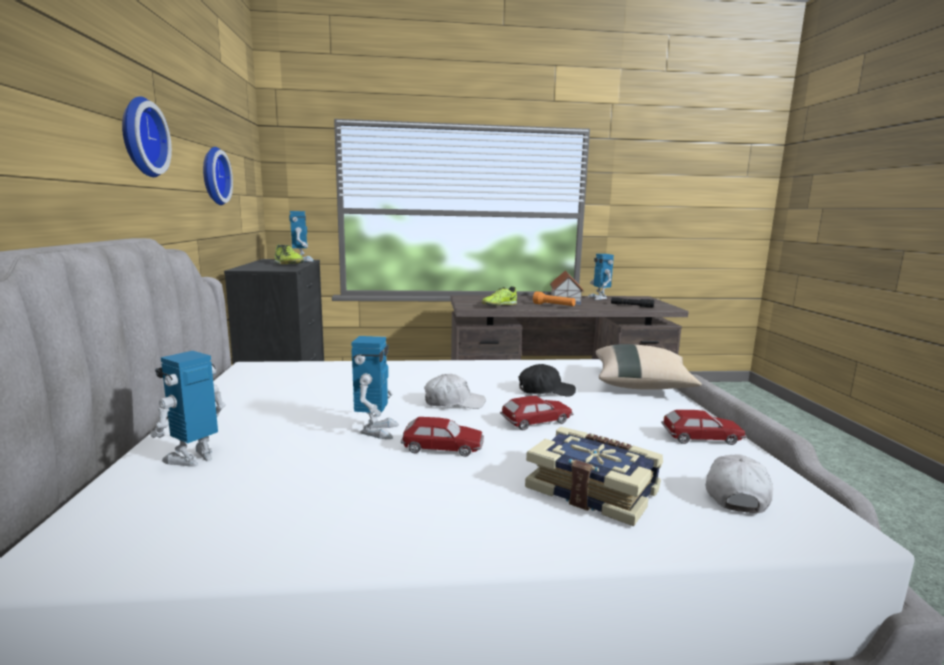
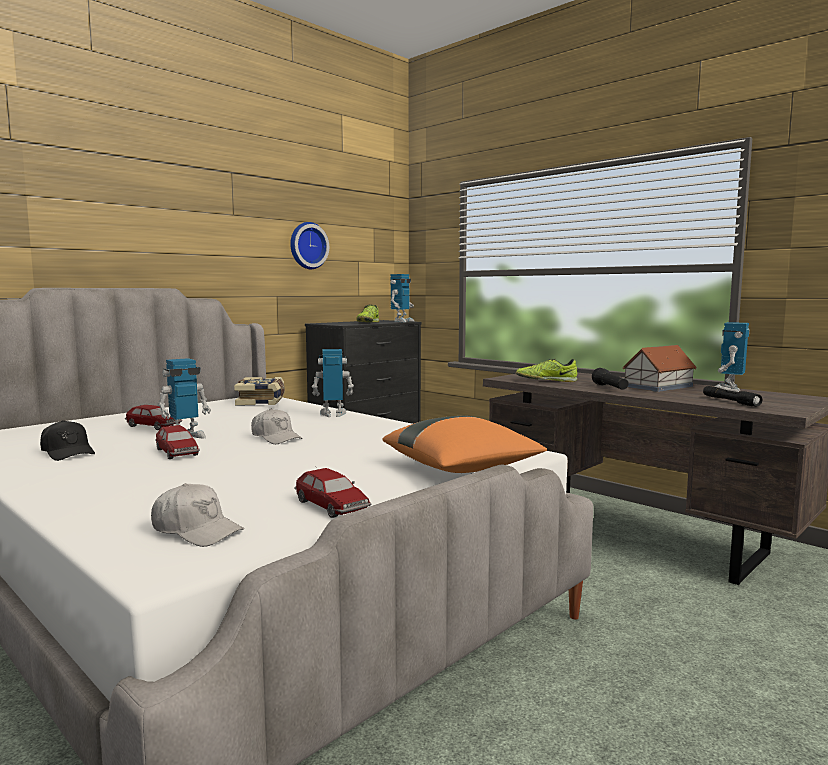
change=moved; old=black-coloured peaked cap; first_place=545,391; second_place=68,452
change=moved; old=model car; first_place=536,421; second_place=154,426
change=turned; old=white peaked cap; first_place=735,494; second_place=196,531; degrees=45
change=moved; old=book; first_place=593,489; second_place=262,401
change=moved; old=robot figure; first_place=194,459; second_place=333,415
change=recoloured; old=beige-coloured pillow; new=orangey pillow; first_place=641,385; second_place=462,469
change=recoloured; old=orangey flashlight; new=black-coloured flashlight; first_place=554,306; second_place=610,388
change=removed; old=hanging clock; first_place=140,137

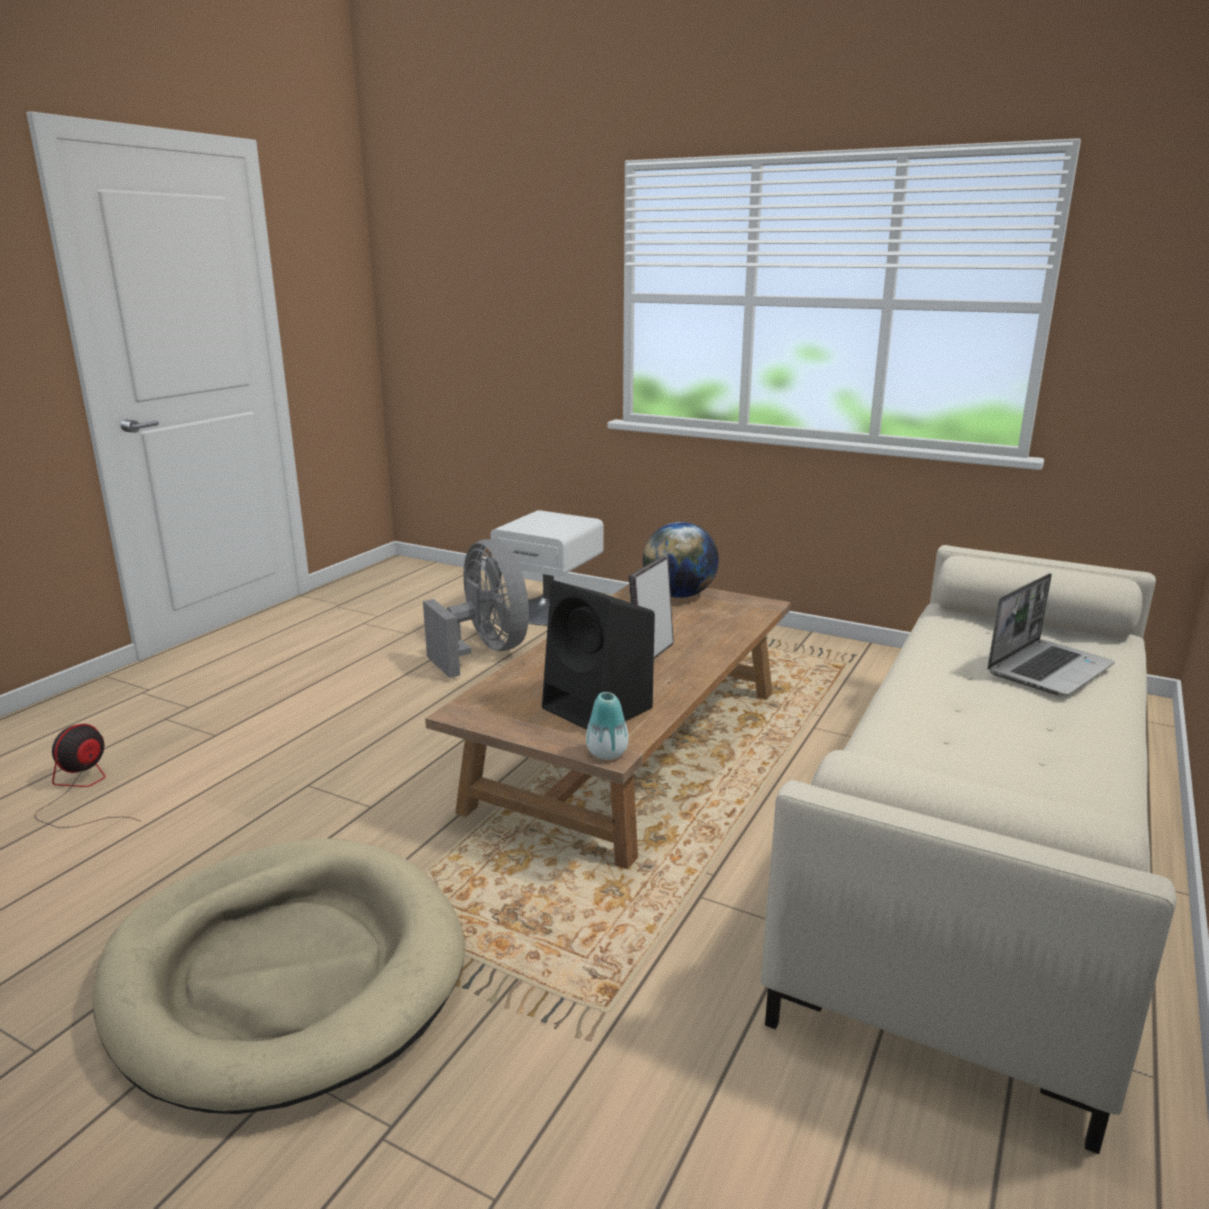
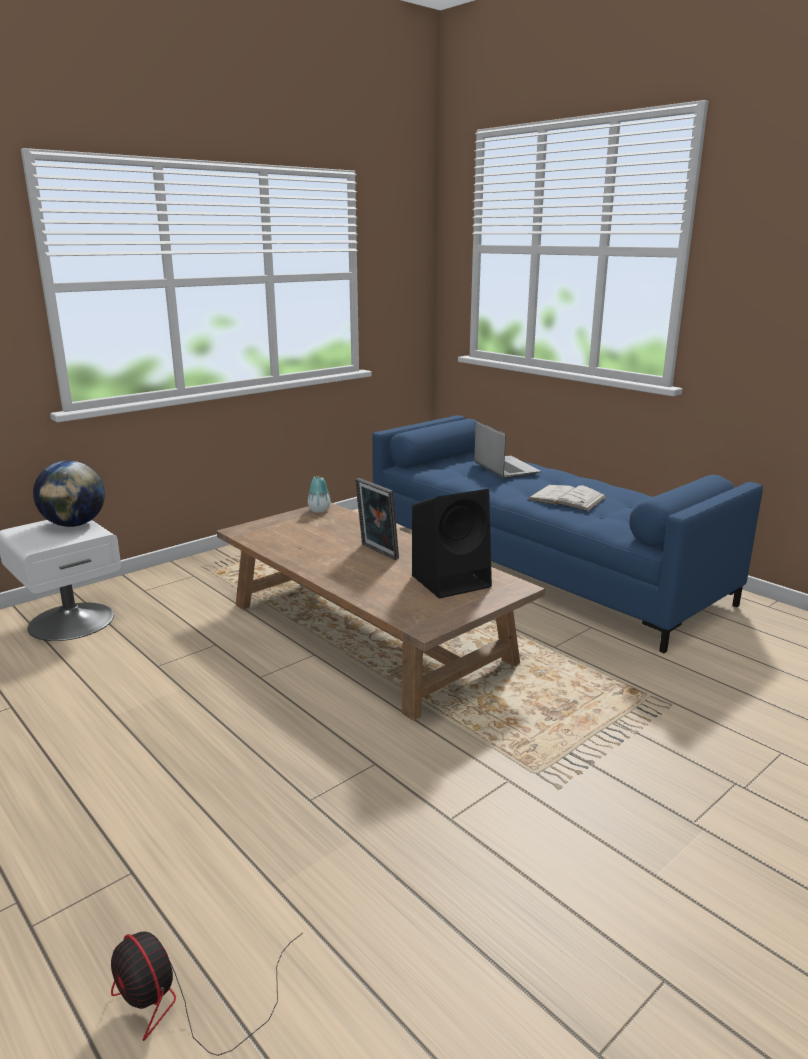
change=moved; old=globe; first_place=679,595; second_place=74,524
change=moved; old=decorative vase; first_place=607,753; second_place=319,510
change=recoloured; old=beige-coloured couch; new=blue couch; first_place=982,846; second_place=539,565
change=added; new=white book; second_place=567,498
change=removed; old=beige-coloured pet bed; first_place=286,973
change=removed; old=grey fan; first_place=485,651

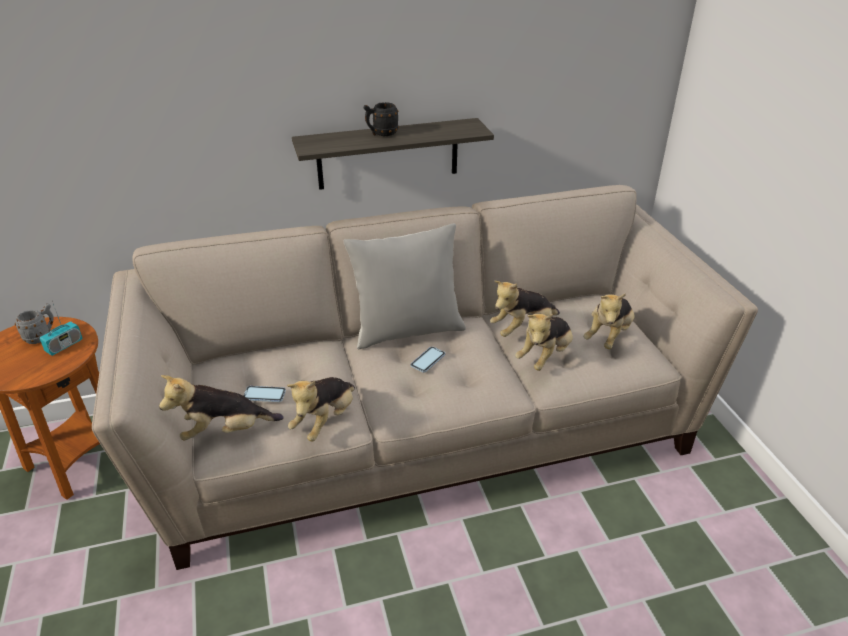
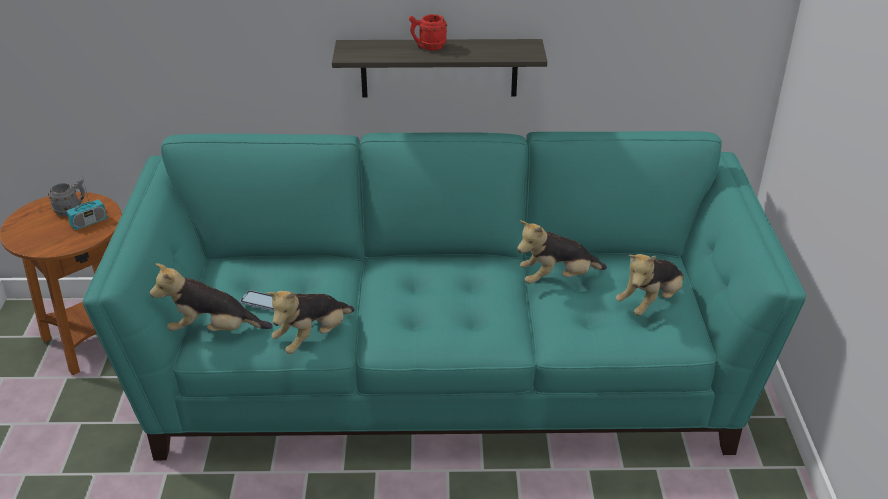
change=recoloured; old=beige-coloured couch; new=turquoise couch; first_place=424,427; second_place=445,371
change=recoloured; old=black-coloured mug; new=reddish mug; first_place=381,134; second_place=428,47
change=removed; old=grey pillow; first_place=407,330
change=removed; old=telephone; first_place=428,360
change=removed; old=cuddly toy; first_place=545,356

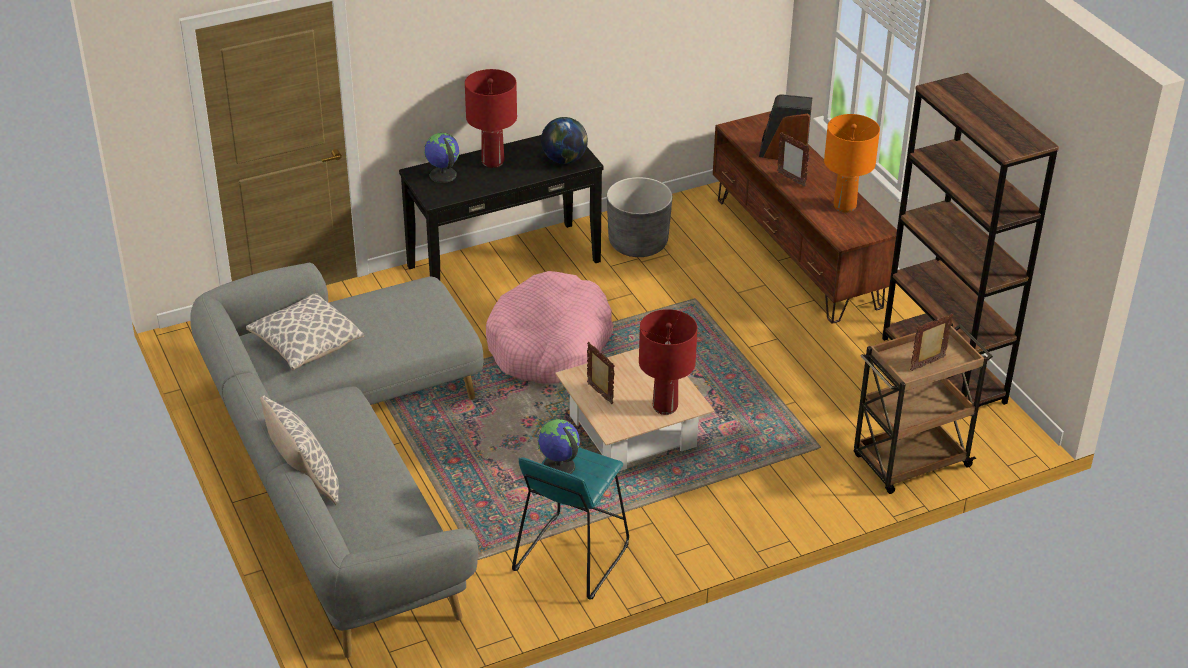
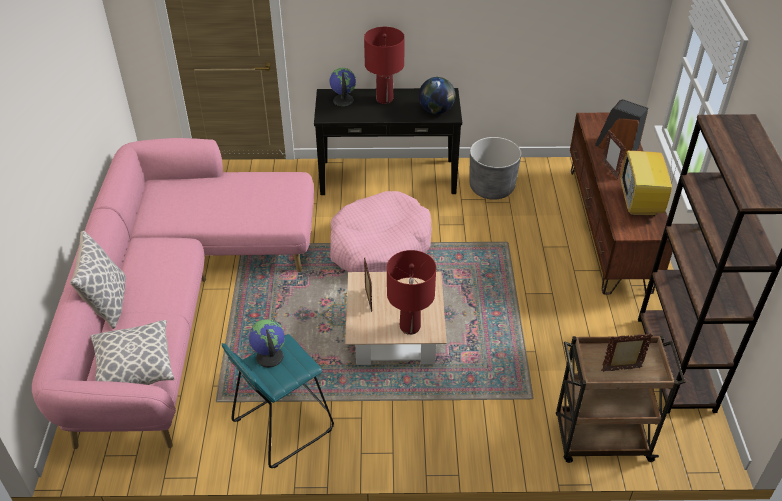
change=recoloured; old=grey couch; new=pink-coloured couch; first_place=346,470; second_place=179,298
change=moved; old=pillow; first_place=306,345; second_place=135,367
change=replaced; old=orangey tabletop lamp; new=TV set; first_place=845,206; second_place=641,203

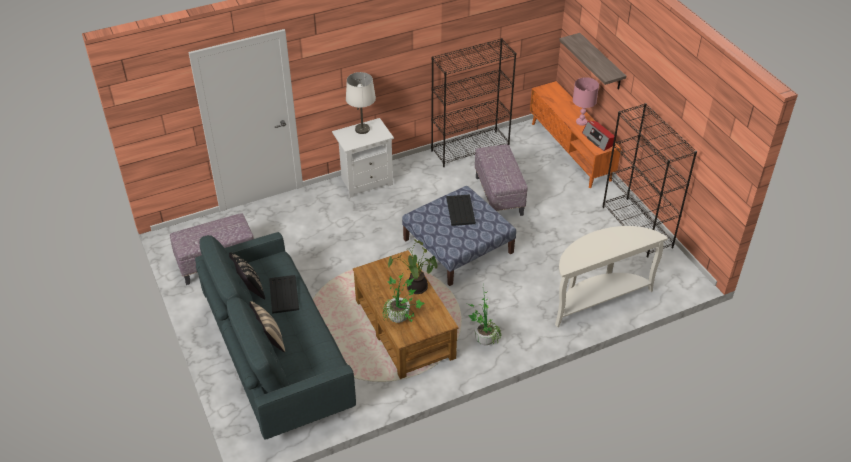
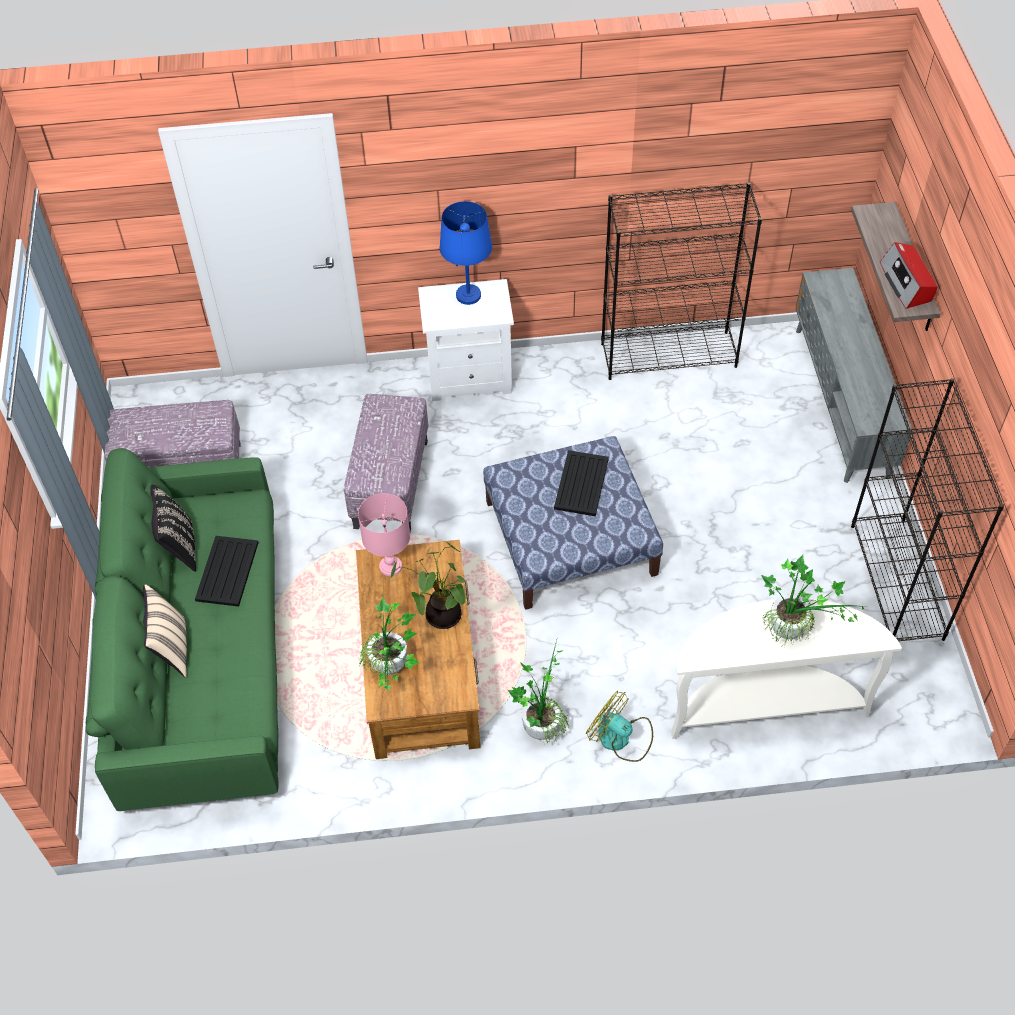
change=recoloured; old=grey couch; new=green-coloured couch; first_place=276,356; second_place=205,660
change=moved; old=ottoman; first_place=499,196; second_place=392,484
change=moved; old=pink-coloured tabletop lamp; first_place=581,122; second_place=390,567
change=recoloured; old=white tabletop lamp; new=blue tabletop lamp; first_place=362,129; second_place=468,295
change=added; new=fan; second_place=621,738
change=added; new=potted plant; second_place=795,629
change=recoloured; old=orangey tv stand; new=grey tv stand; first_place=571,151; second_place=842,401
change=moved; old=radio set; first_place=598,139; second_place=906,283

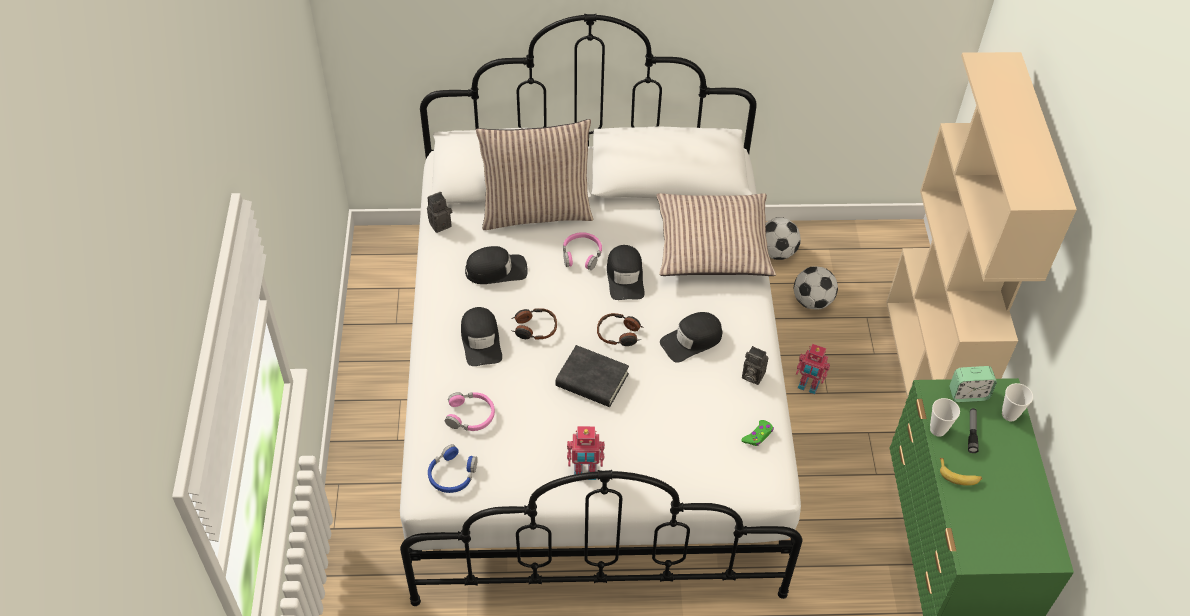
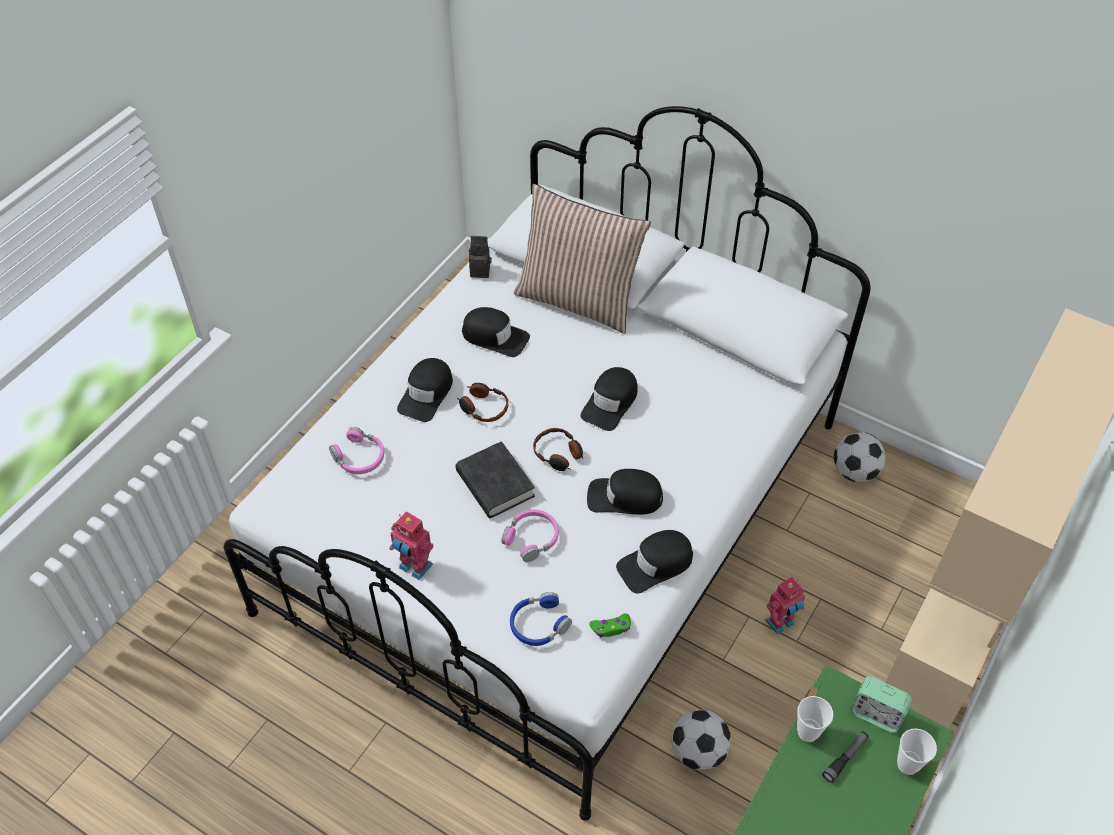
change=moved; old=pink-coloured headset; first_place=581,255; second_place=531,538
change=moved; old=blue headset; first_place=452,474; second_place=538,624
change=replaced; old=photo camera; new=black-coloured peaked cap; first_place=751,375; second_place=655,564
change=moved; old=football ball; first_place=812,301; second_place=698,751
change=turned; old=robot figure; first_place=808,386; second_place=781,623; degrees=-90
change=removed; old=pillow; first_place=712,245
change=removed; old=whole banana; first_place=959,475

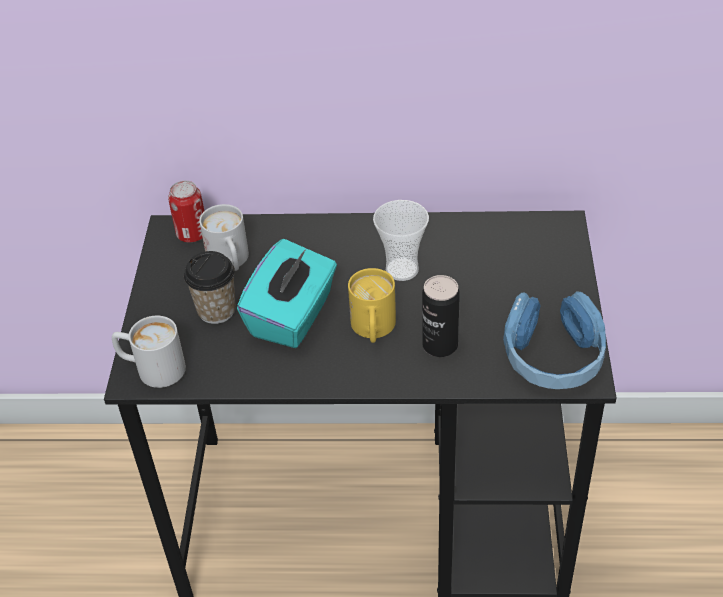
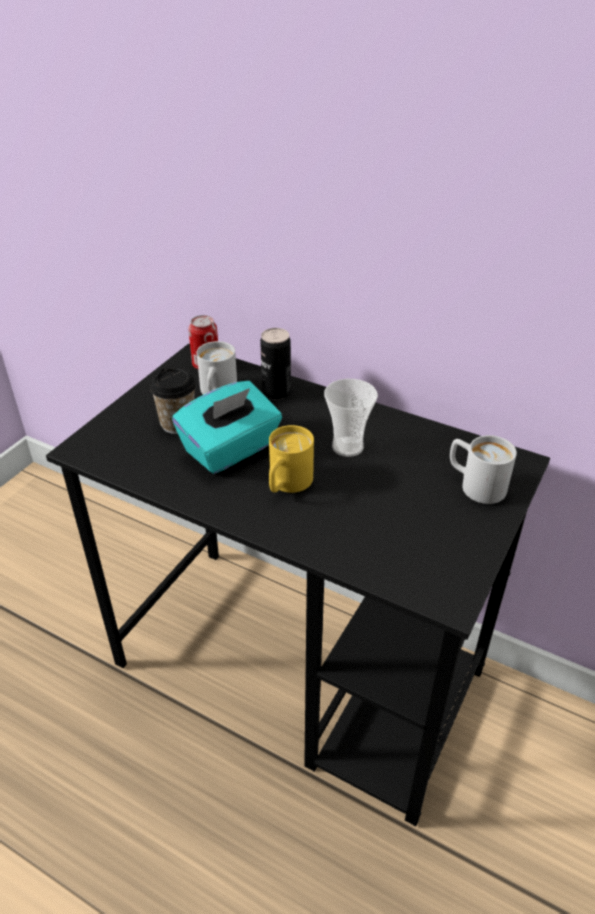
change=moved; old=metal can; first_place=440,345; second_place=276,392
change=moved; old=white mug; first_place=151,368; second_place=474,484
change=removed; old=blue headset; first_place=552,356

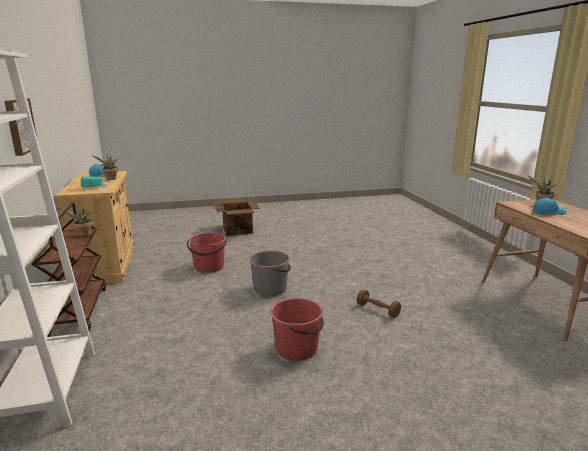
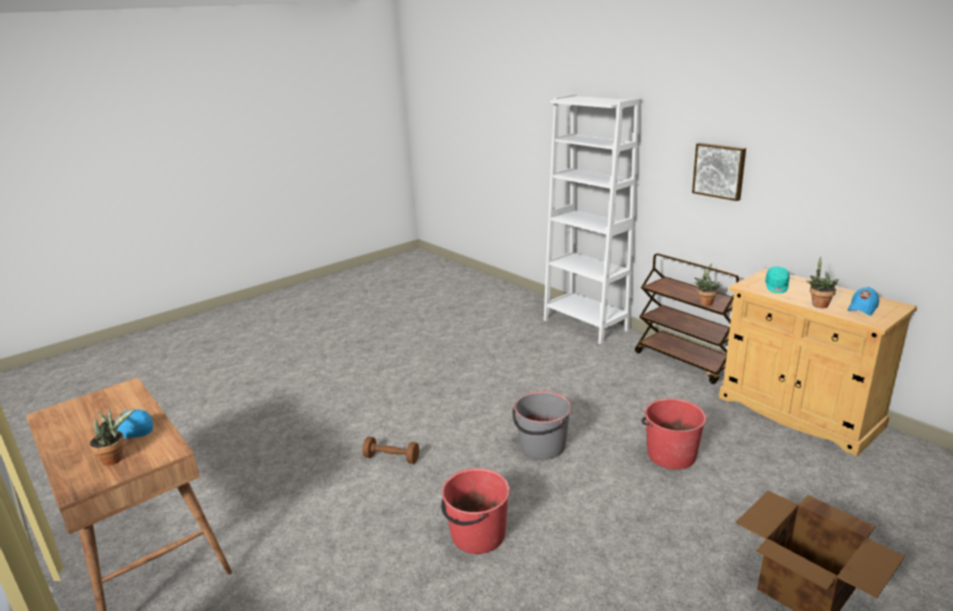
change=moved; old=reddish bucket; first_place=297,348; second_place=477,535

